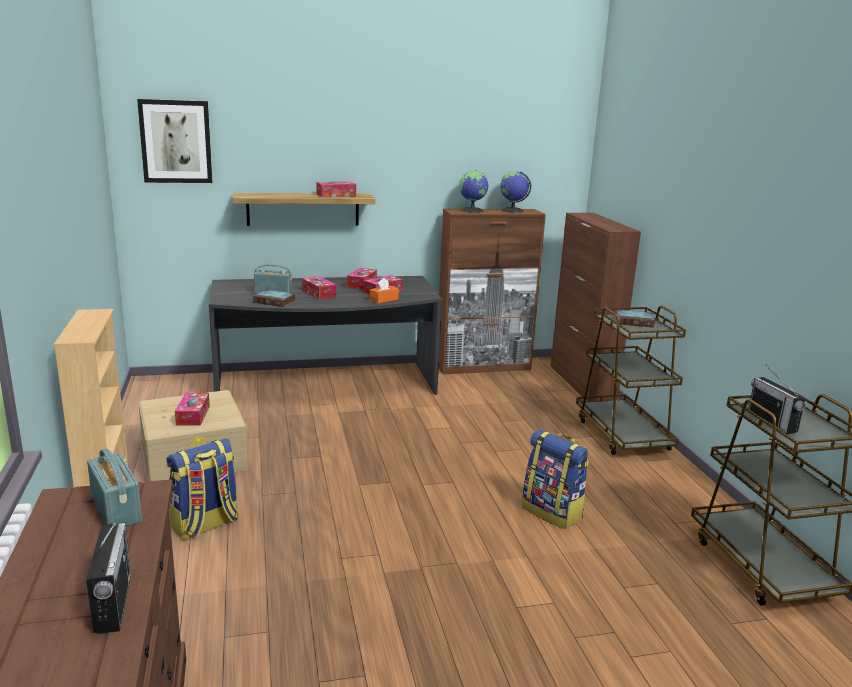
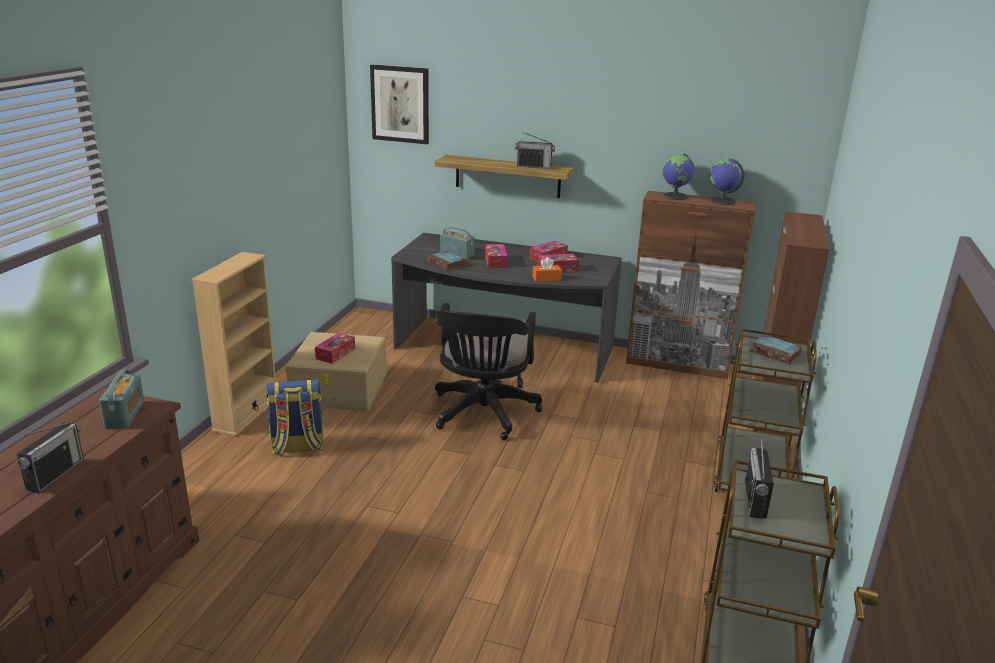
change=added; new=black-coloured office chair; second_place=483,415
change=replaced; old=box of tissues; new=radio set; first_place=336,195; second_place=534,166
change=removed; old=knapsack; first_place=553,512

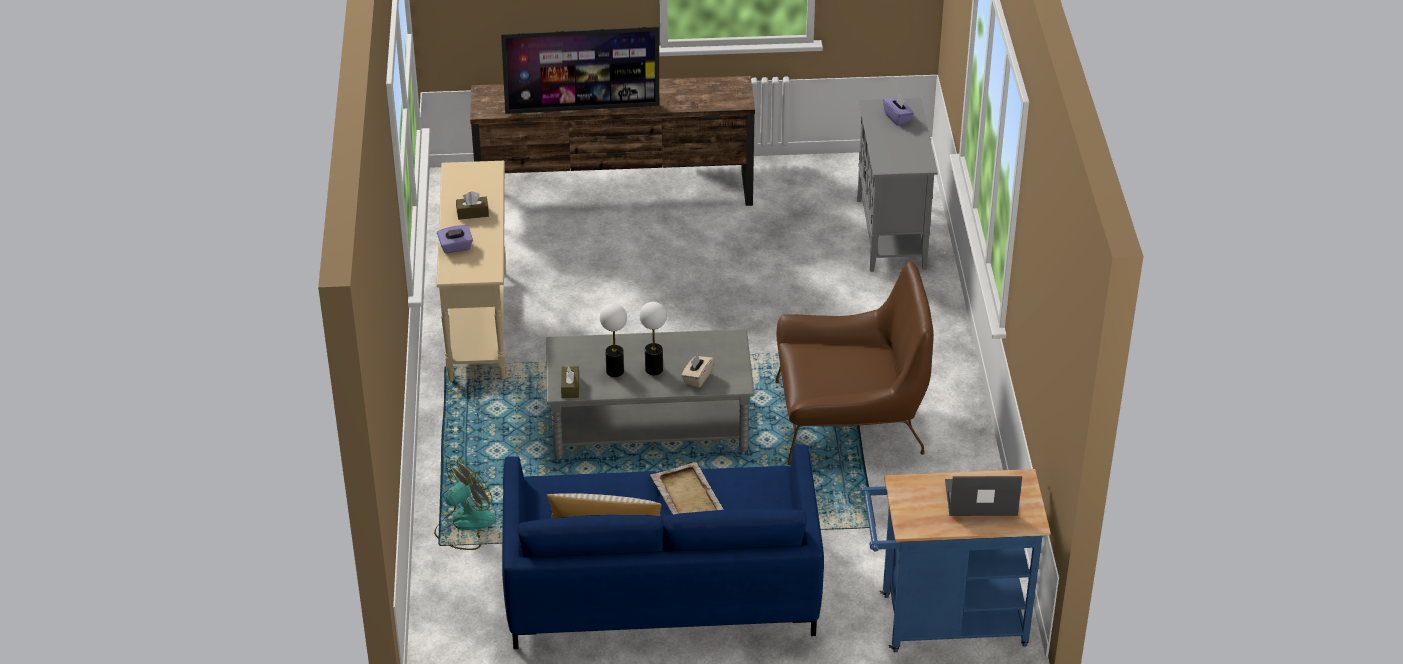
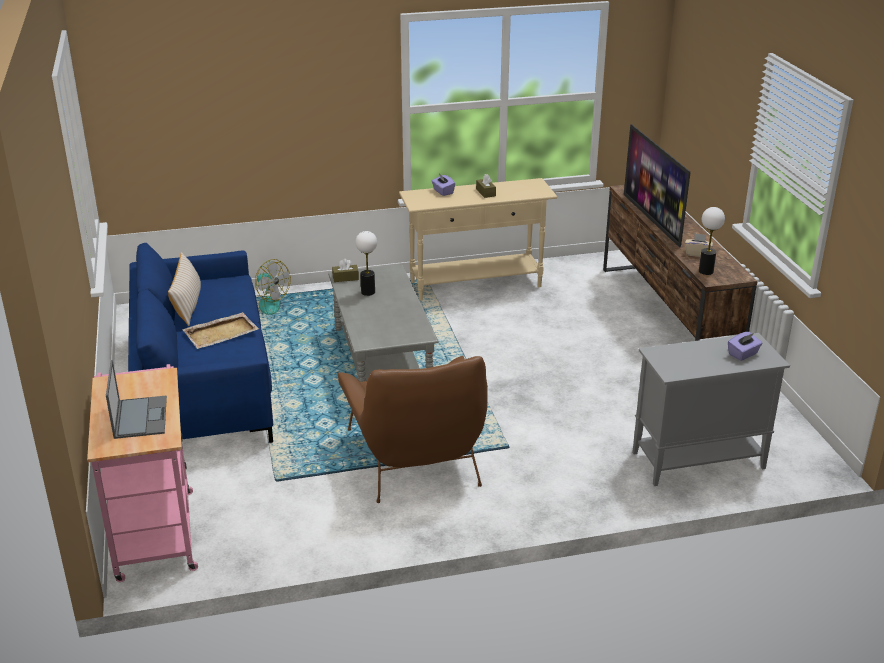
change=recoloured; old=blue trolley; new=pink-coloured trolley; first_place=943,622; second_place=154,529
change=moved; old=beige-coloured box of tissues; first_place=697,378; second_place=697,254
change=moved; old=tabletop lamp; first_place=654,369; second_place=706,271

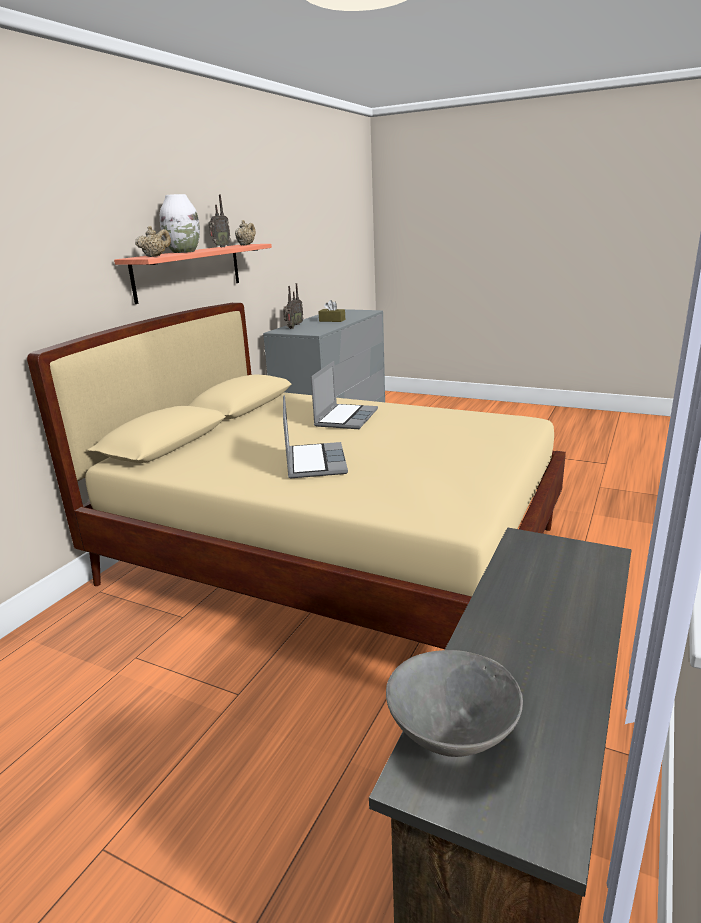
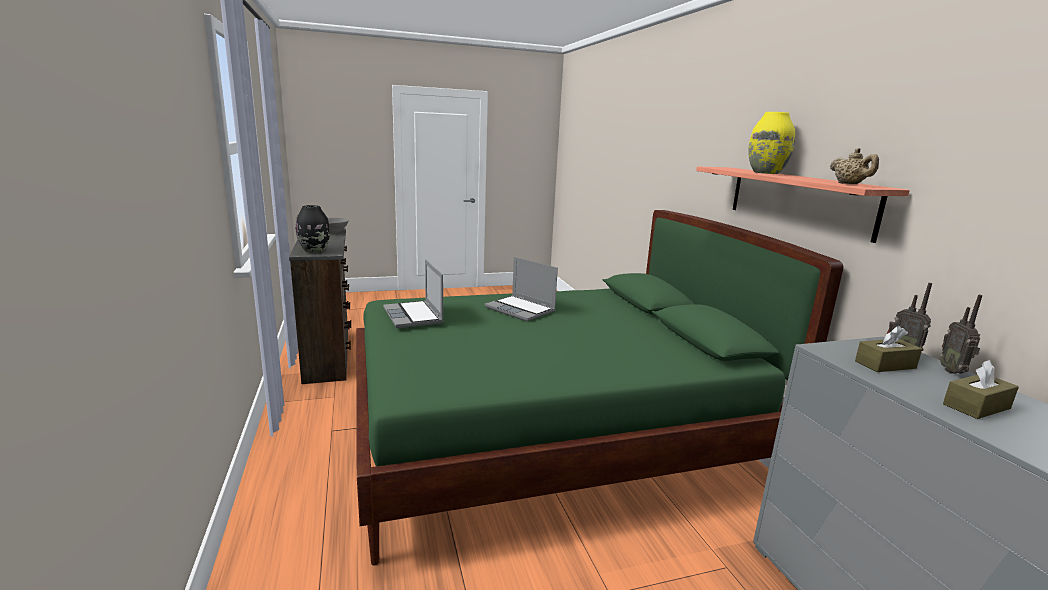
change=added; new=black-coloured decorative vase; second_place=314,250
change=recoloured; old=beige-coloured sleeping bed; new=green-coloured sleeping bed; first_place=334,555; second_place=549,437
change=moved; old=notebook computer; first_place=345,418; second_place=414,316
change=recoloured; old=white decorative vase; new=yellow decorative vase; first_place=183,252; second_place=765,173
change=added; new=brownish box of tissues; second_place=885,365
change=removed; old=beige-coloured tea pot; first_place=155,256
change=removed; old=radio set; first_place=220,247

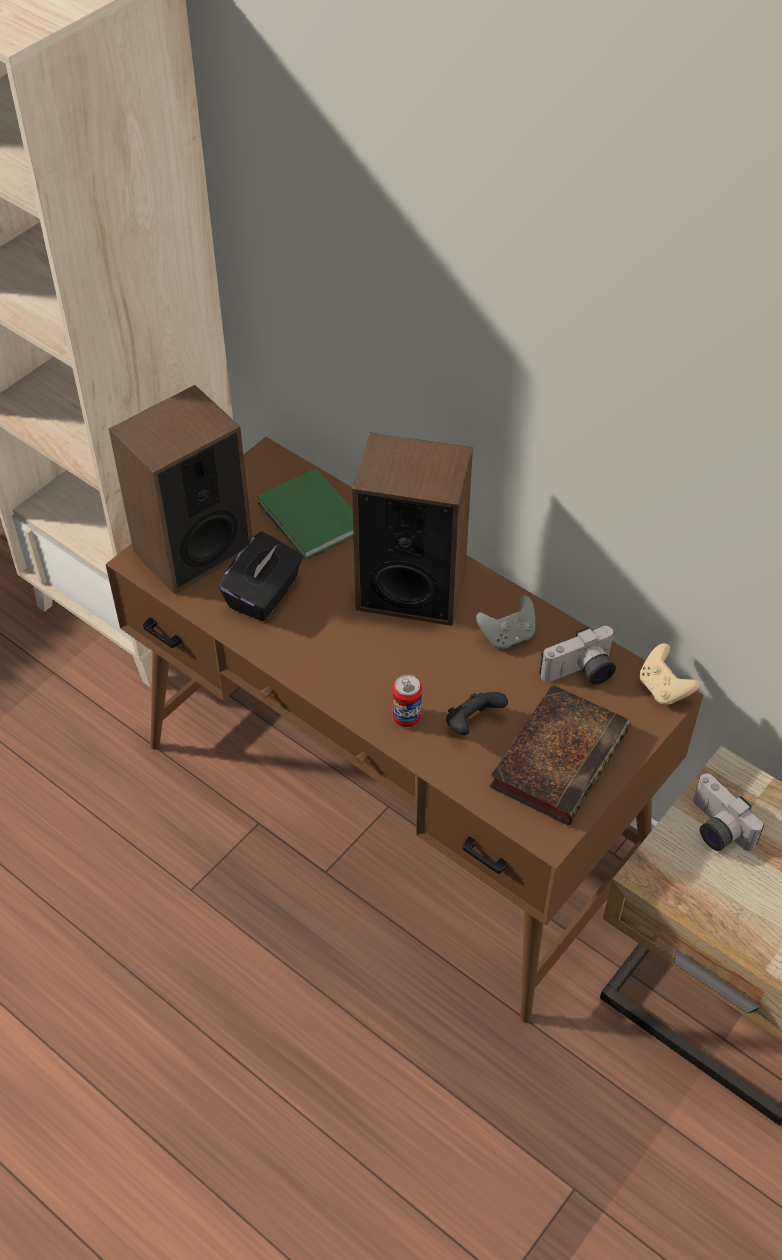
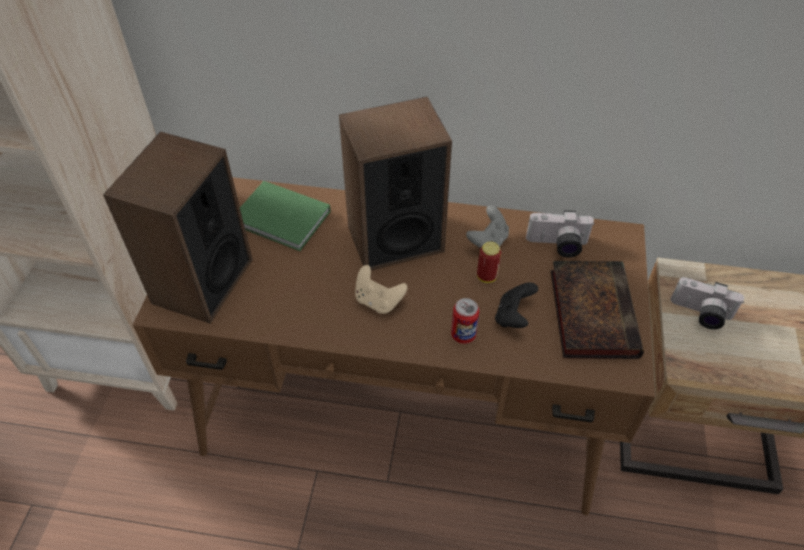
change=moved; old=beige-coloured joypad; first_place=663,689; second_place=378,301
change=added; new=metal can; second_place=486,276
change=turned; old=photo camera; first_place=580,673; second_place=557,246; degrees=60
change=removed; old=black-coloured box of tissues; first_place=264,594

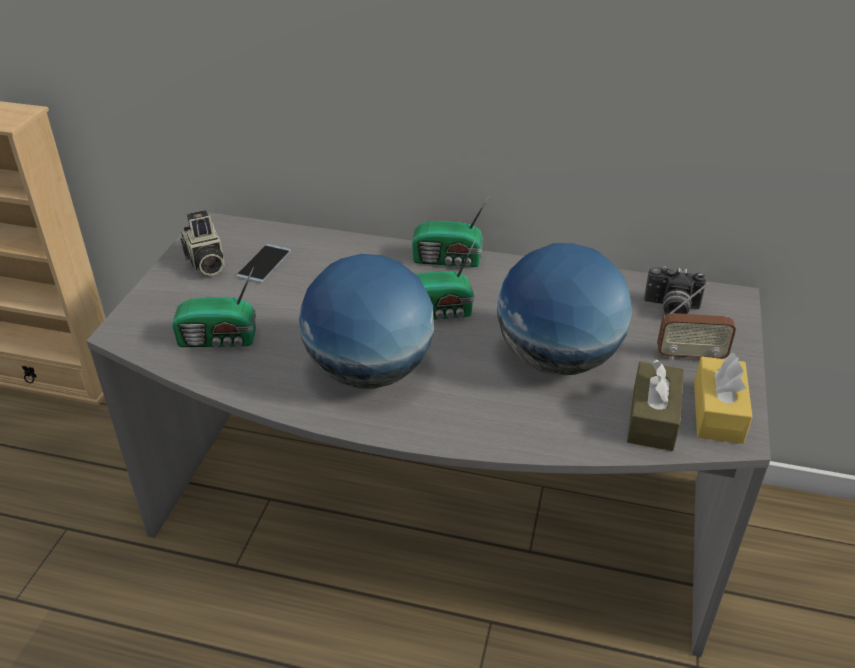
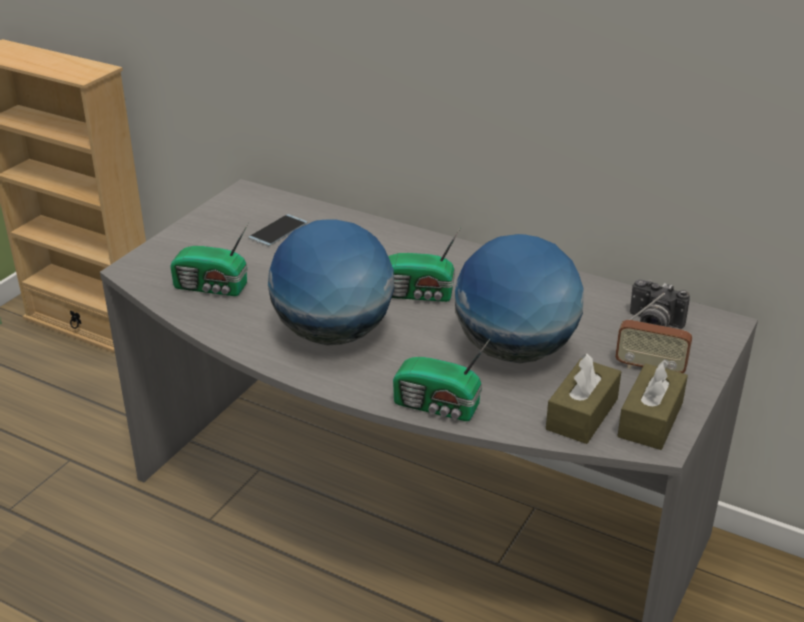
change=moved; old=radio set; first_place=449,260; second_place=438,407
change=recoloured; old=yellow box of tissues; new=brownish box of tissues; first_place=718,412; second_place=650,419
change=removed; old=photo camera; first_place=205,263

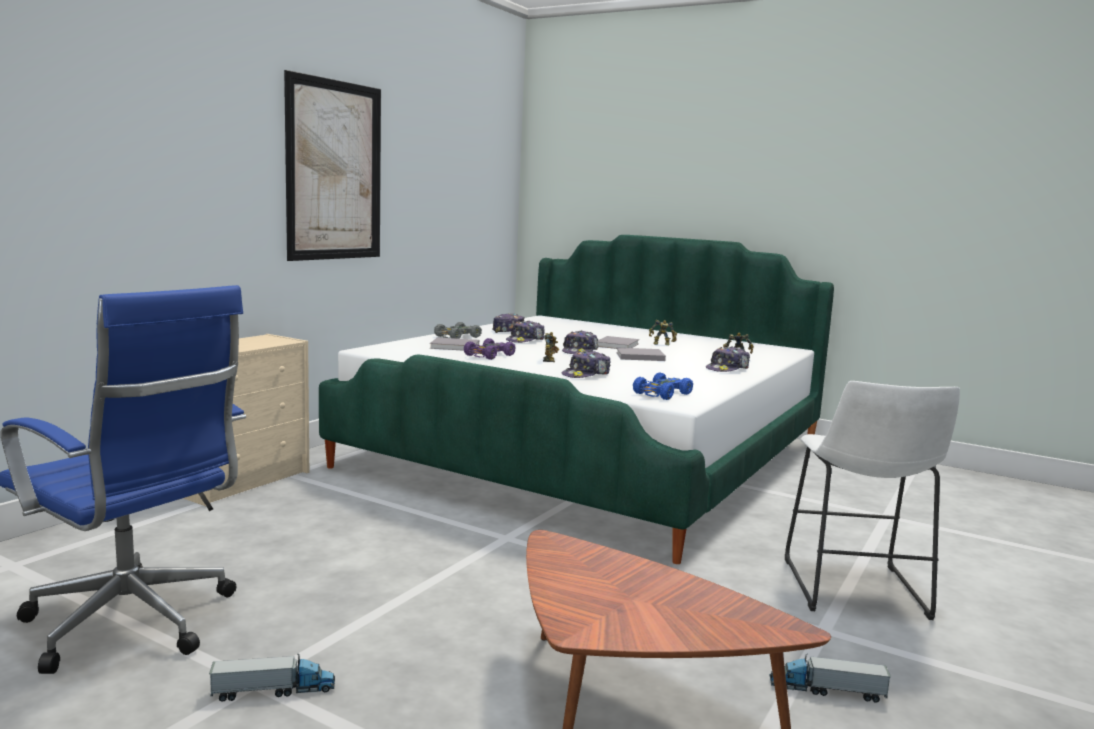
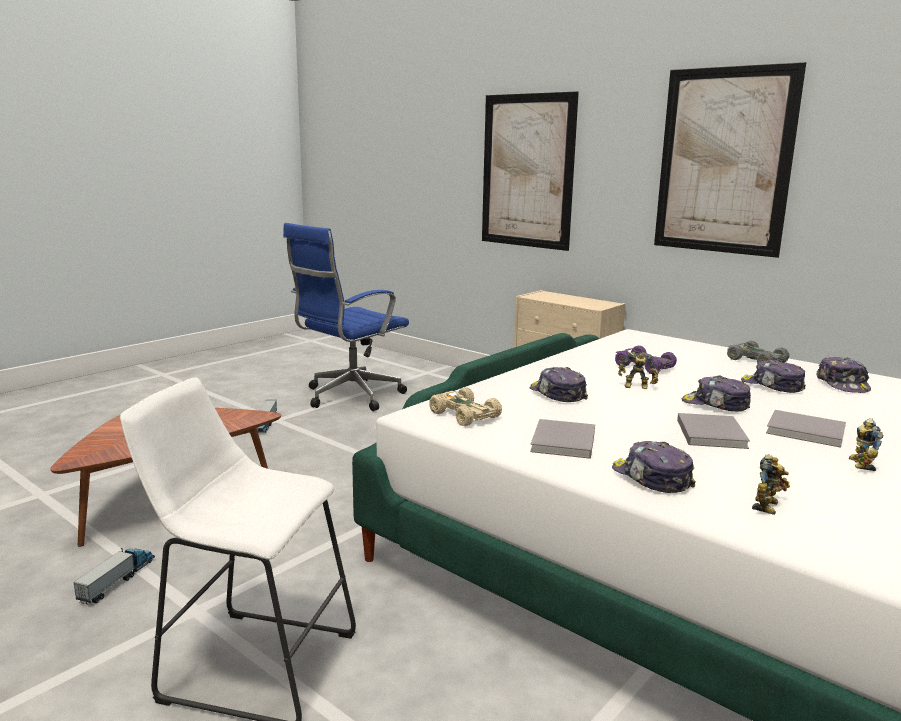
change=recoloured; old=blue model car; new=beige-coloured model car; first_place=662,394; second_place=463,415
change=added; new=picture; second_place=527,171
change=moved; old=grey book; first_place=456,346; second_place=563,442

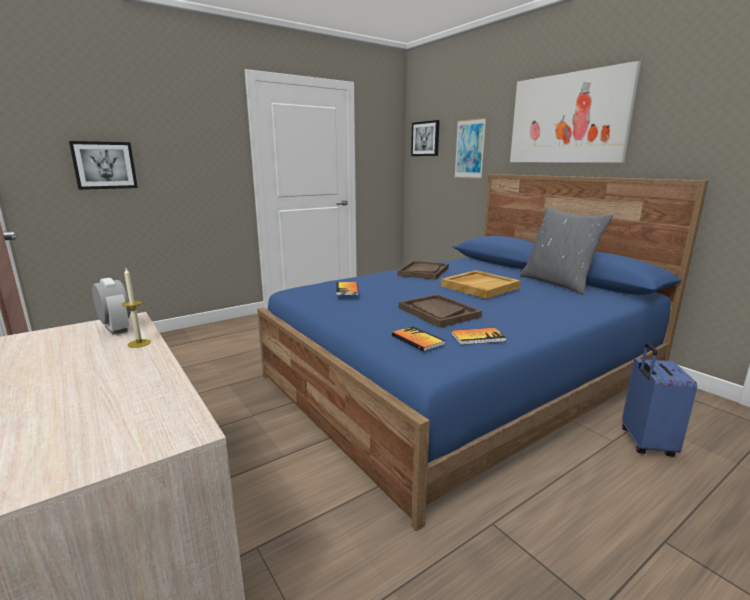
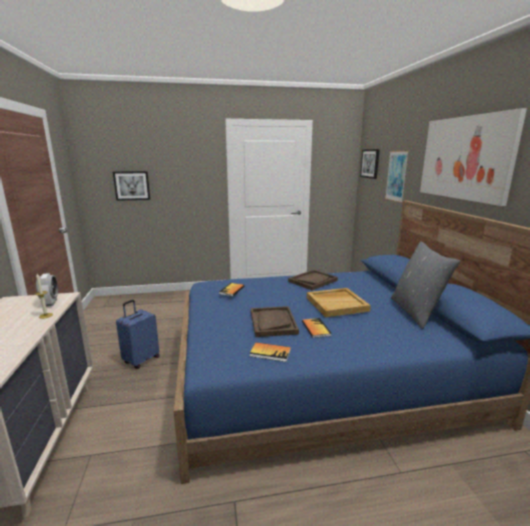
change=moved; old=blue travel case; first_place=645,443; second_place=141,360
change=moved; old=book; first_place=417,340; second_place=316,328

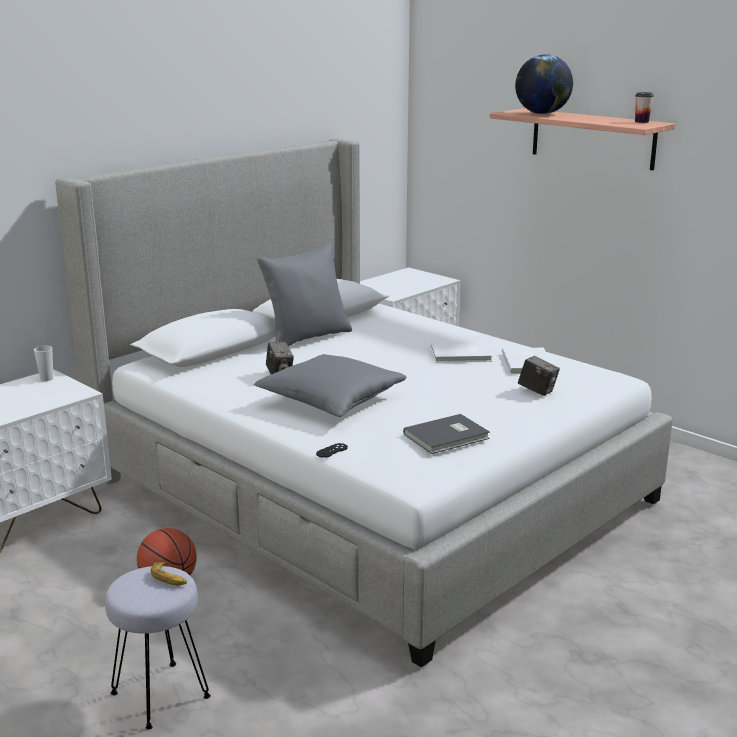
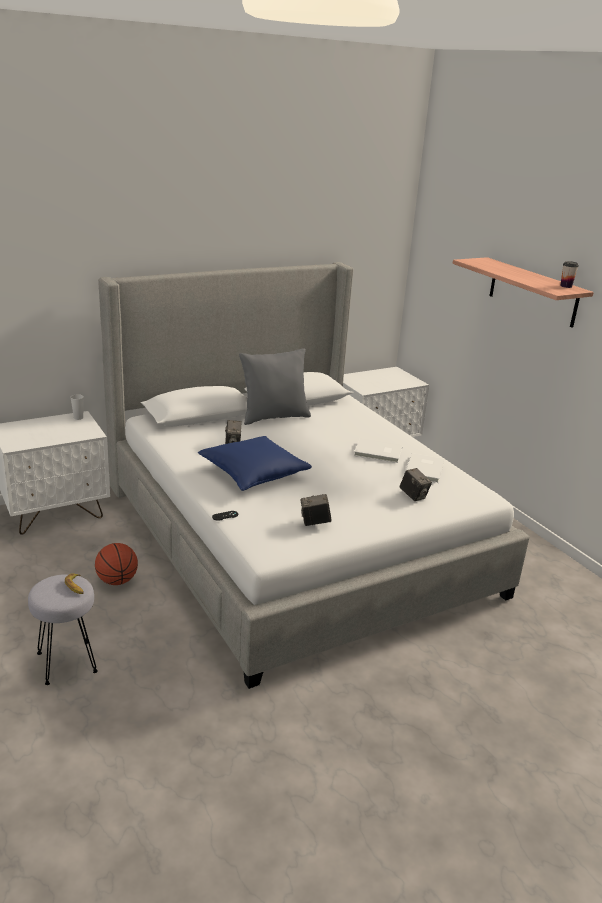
change=recoloured; old=grey pillow; new=blue pillow; first_place=331,400; second_place=253,474
change=replaced; old=grey book; new=photo camera; first_place=448,437; second_place=315,522
change=removed; old=globe; first_place=542,114

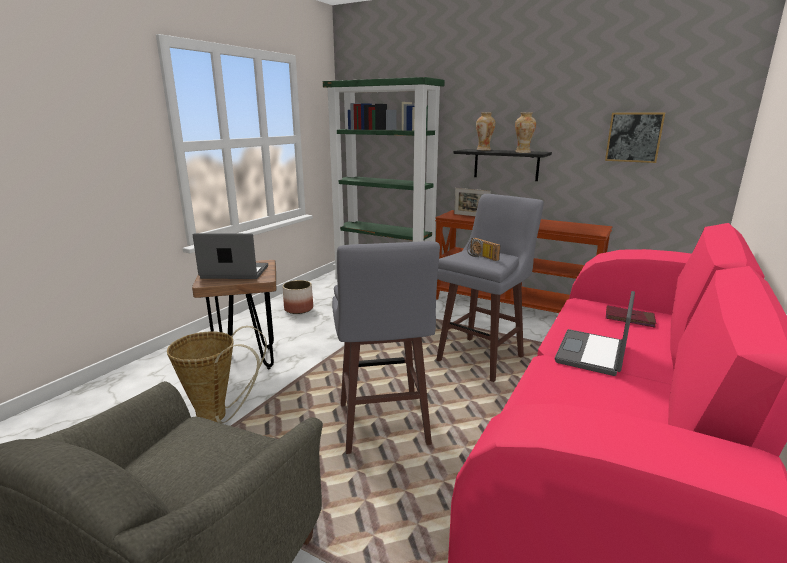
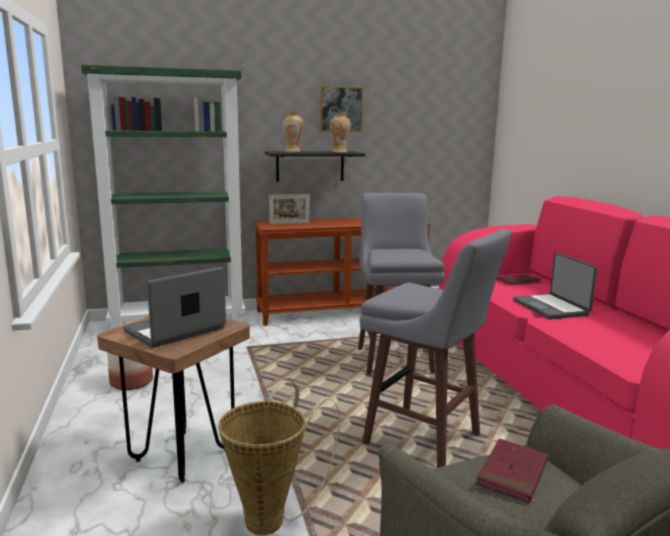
change=moved; old=picture; first_place=634,137; second_place=341,109
change=added; new=reddish book; second_place=512,473
change=removed; old=radio set; first_place=481,257

